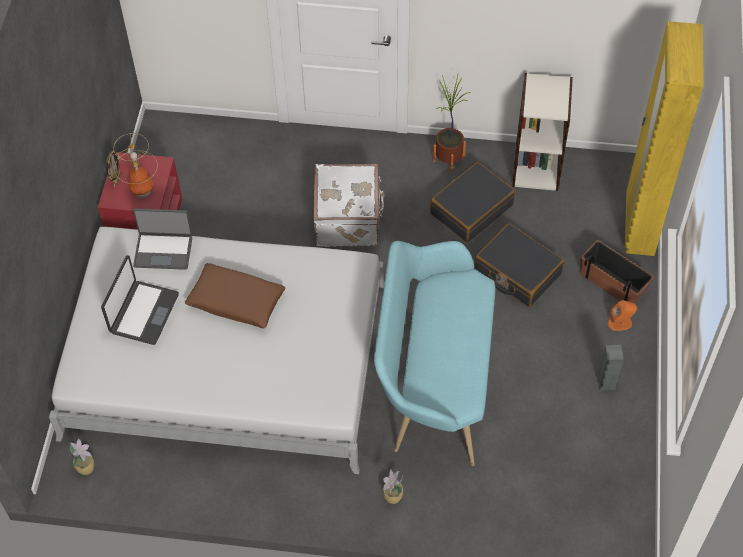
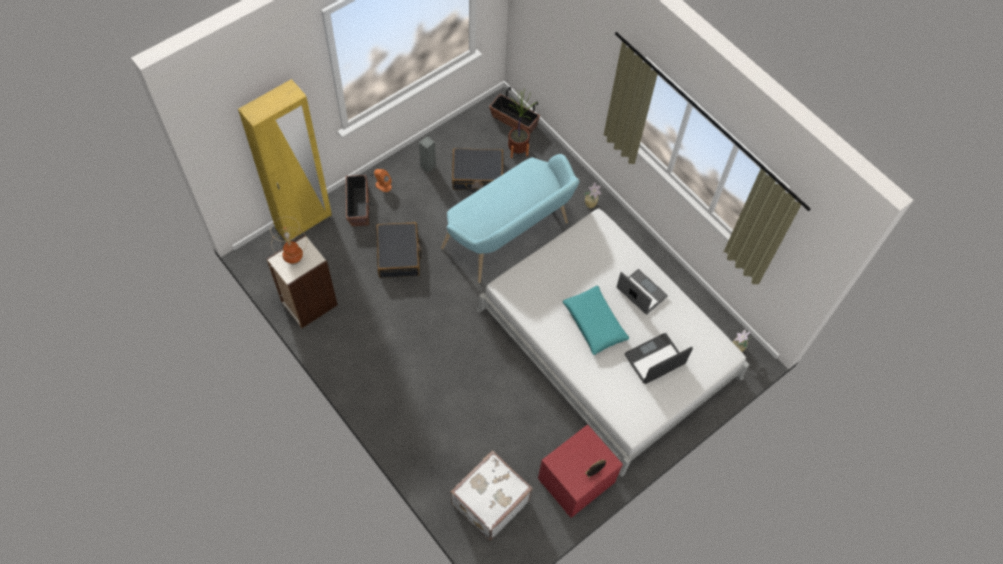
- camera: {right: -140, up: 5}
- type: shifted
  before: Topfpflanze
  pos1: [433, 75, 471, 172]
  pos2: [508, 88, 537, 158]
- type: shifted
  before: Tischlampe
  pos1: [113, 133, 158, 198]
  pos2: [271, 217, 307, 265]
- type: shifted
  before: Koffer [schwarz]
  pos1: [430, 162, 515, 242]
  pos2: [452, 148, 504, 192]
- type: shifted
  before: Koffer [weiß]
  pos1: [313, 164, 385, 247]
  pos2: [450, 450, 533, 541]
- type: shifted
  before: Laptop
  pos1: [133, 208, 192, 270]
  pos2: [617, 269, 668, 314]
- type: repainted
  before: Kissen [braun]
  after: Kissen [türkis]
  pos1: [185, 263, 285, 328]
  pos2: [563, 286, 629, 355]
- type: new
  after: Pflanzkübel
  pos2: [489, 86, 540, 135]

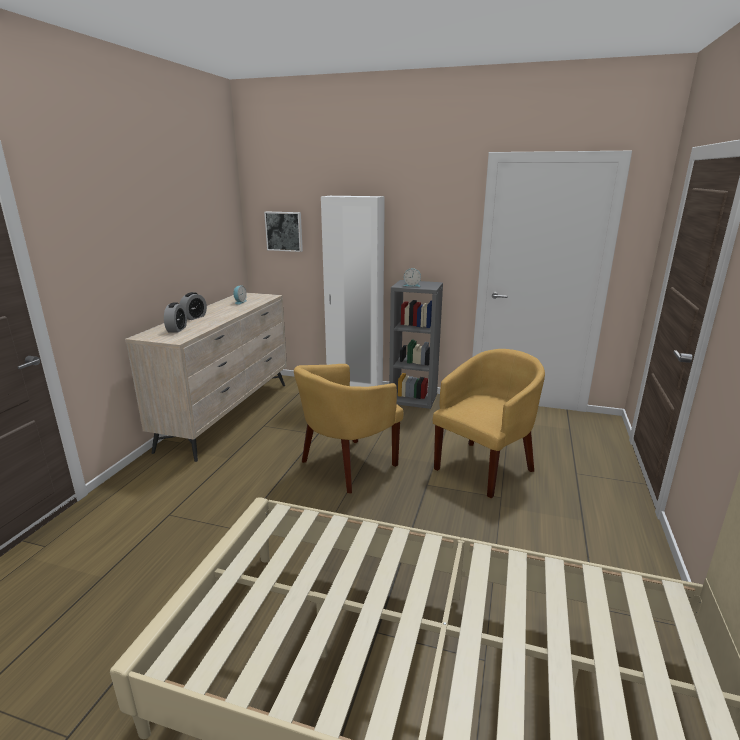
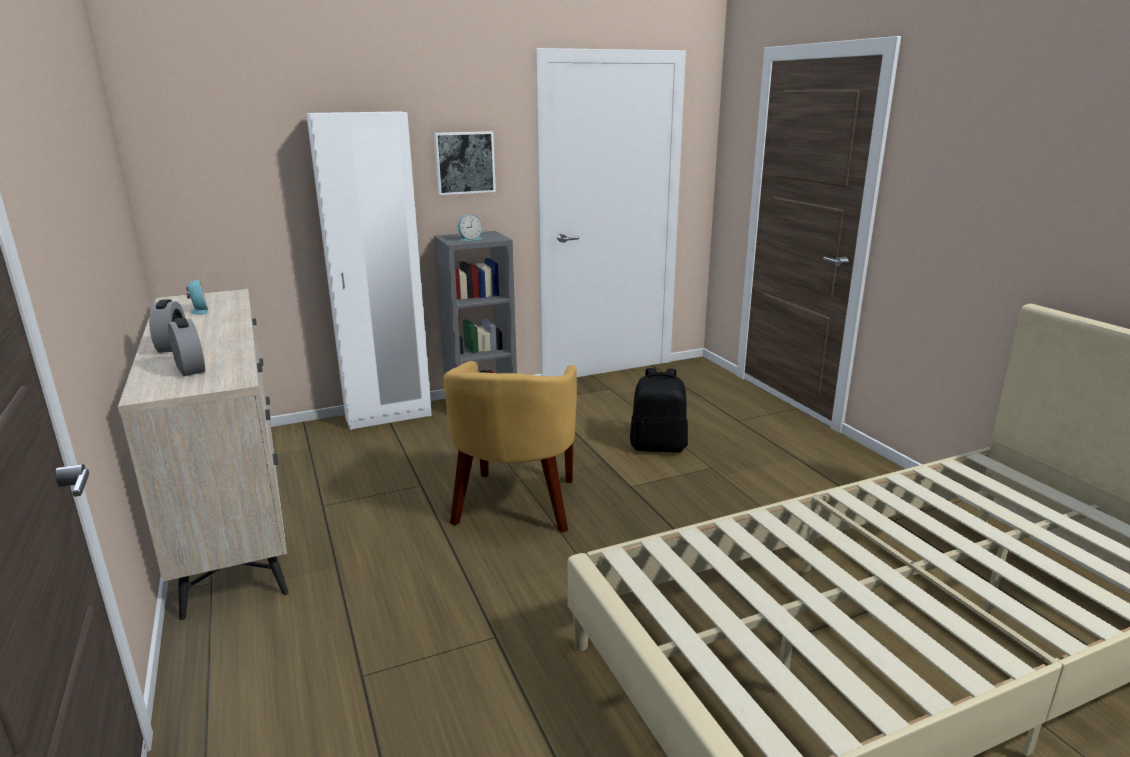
- camera: {right: -40, up: 0}
- type: shifted
  before: Bild
  pos1: [264, 212, 303, 252]
  pos2: [434, 131, 496, 195]
- type: swapped
  before: Sessel [gelb]
  after: Rucksack [schwarz]
  pos1: [433, 349, 545, 498]
  pos2: [630, 368, 688, 453]

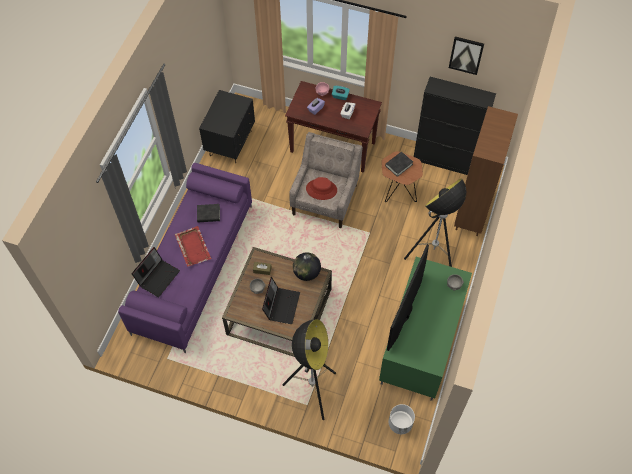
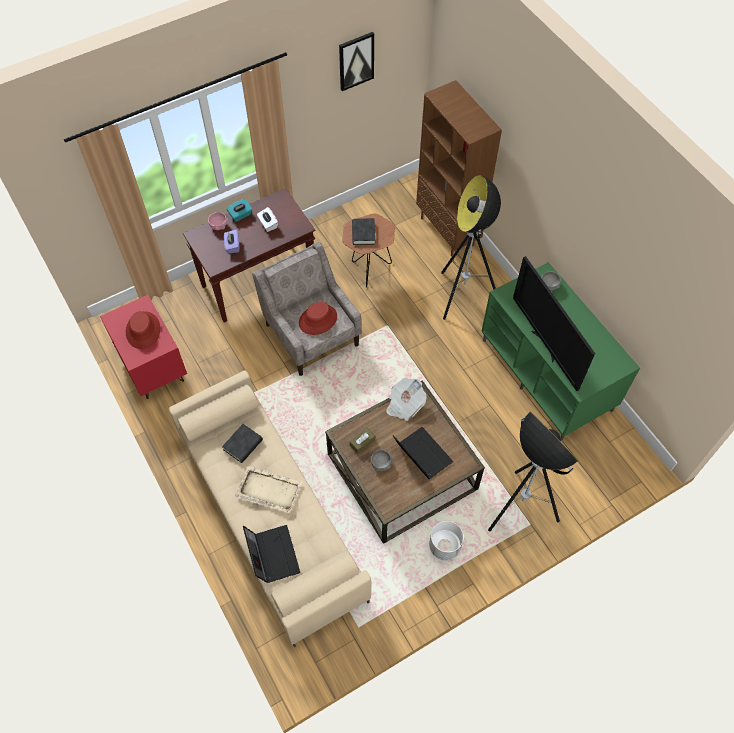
- camera: {right: -50, up: 0}
- type: gone
  before: Schrank [schwarz]
  pos1: [414, 77, 496, 175]
- type: repainted
  before: Nachttisch [schwarz]
  after: Nachttisch [rot]
  pos1: [199, 90, 255, 163]
  pos2: [100, 295, 187, 399]
- type: repainted
  before: Sofa [lila]
  after: Sofa [beige]
  pos1: [118, 163, 252, 353]
  pos2: [169, 370, 371, 647]
- type: repainted
  before: Tablett [rot]
  after: Tablett [beige]
  pos1: [175, 226, 212, 267]
  pos2: [235, 466, 303, 514]
- type: swapped
  before: Globus
  after: Zeitung
  pos1: [293, 252, 321, 281]
  pos2: [386, 378, 427, 421]
- type: shifted
  before: Pflanzkübel [weiß]
  pos1: [389, 404, 415, 434]
  pos2: [429, 521, 464, 560]
- type: new
  after: Hut [rot]
  pos2: [126, 311, 161, 349]

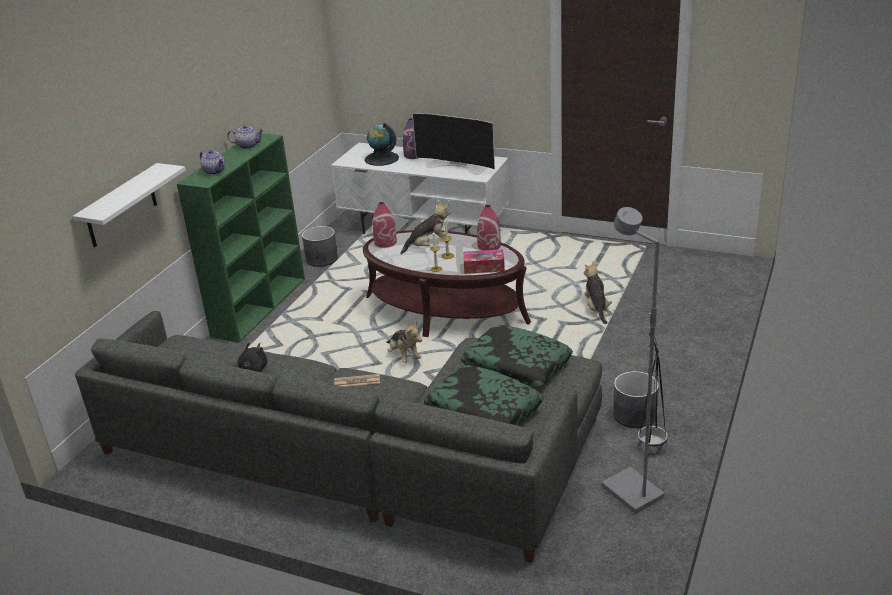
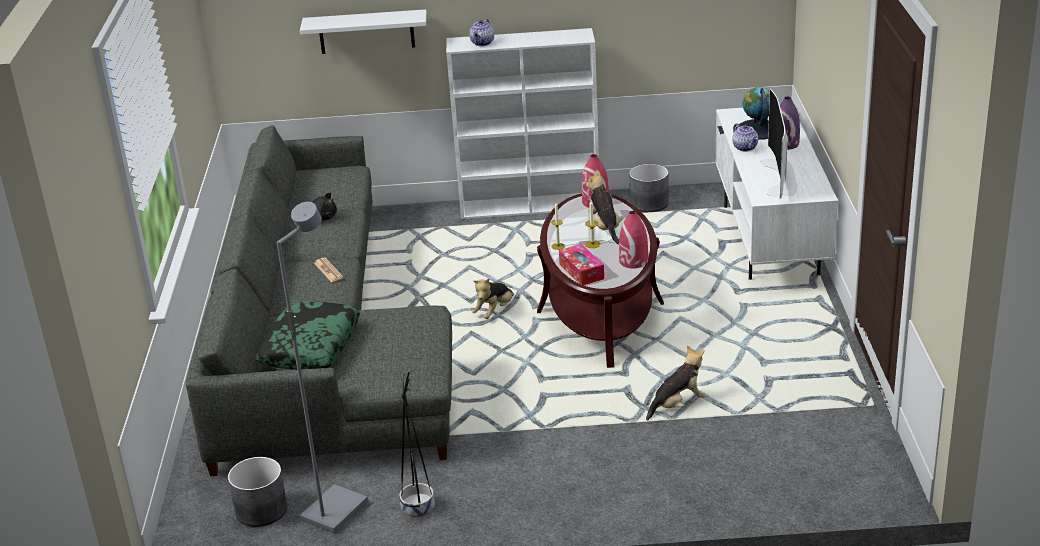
- camera: {right: 65, up: 0}
- type: shifted
  before: Teekanne
  pos1: [227, 125, 264, 149]
  pos2: [732, 123, 758, 152]
- type: repainted
  before: Bücherregal [grün]
  after: Bücherregal [weiß]
  pos1: [177, 133, 305, 343]
  pos2: [446, 28, 599, 219]
- type: rotated
  before: Plüschtier
  pos1: [400, 201, 450, 254]
  pos2: [586, 170, 624, 244]
  turn: -150
- type: gone
  before: Kissen
  pos1: [461, 325, 573, 389]
- type: shifted
  before: Pflanzkübel [grau]
  pos1: [613, 371, 659, 428]
  pos2: [228, 457, 287, 527]

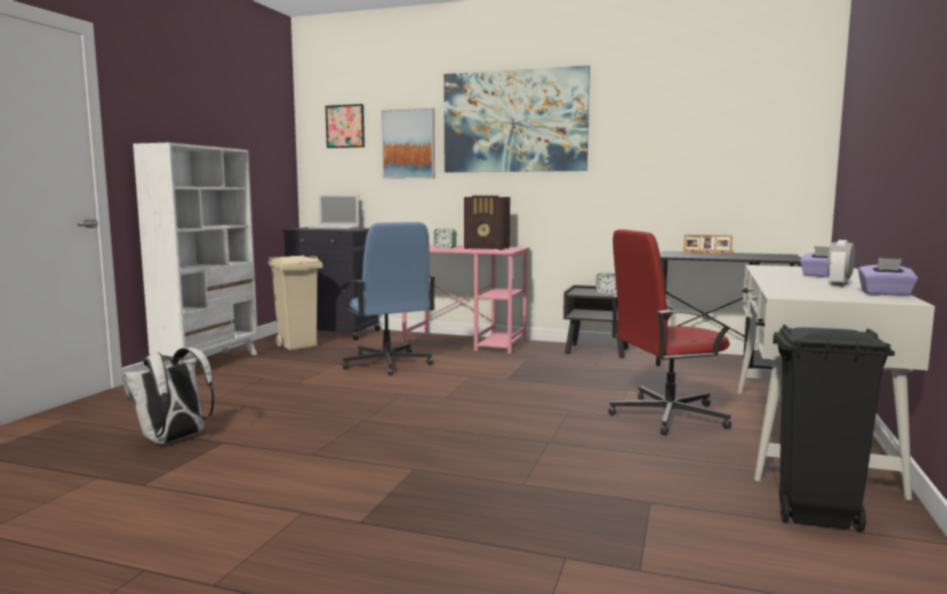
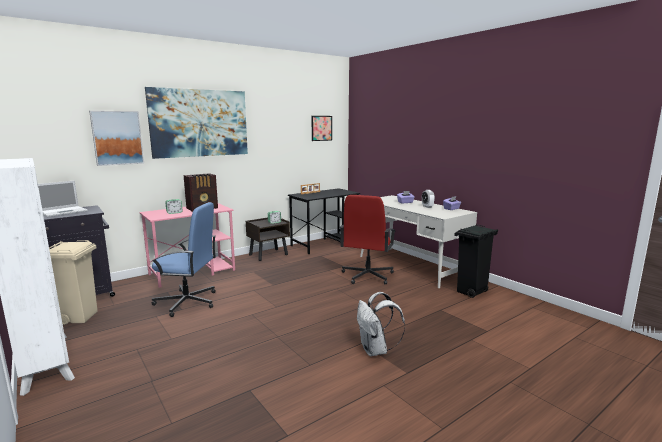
- camera: {right: -55, up: 5}
- type: shifted
  before: Bild
  pos1: [325, 104, 365, 148]
  pos2: [312, 116, 332, 141]
- type: shifted
  before: Rucksack [weiß]
  pos1: [122, 348, 214, 444]
  pos2: [357, 292, 405, 356]

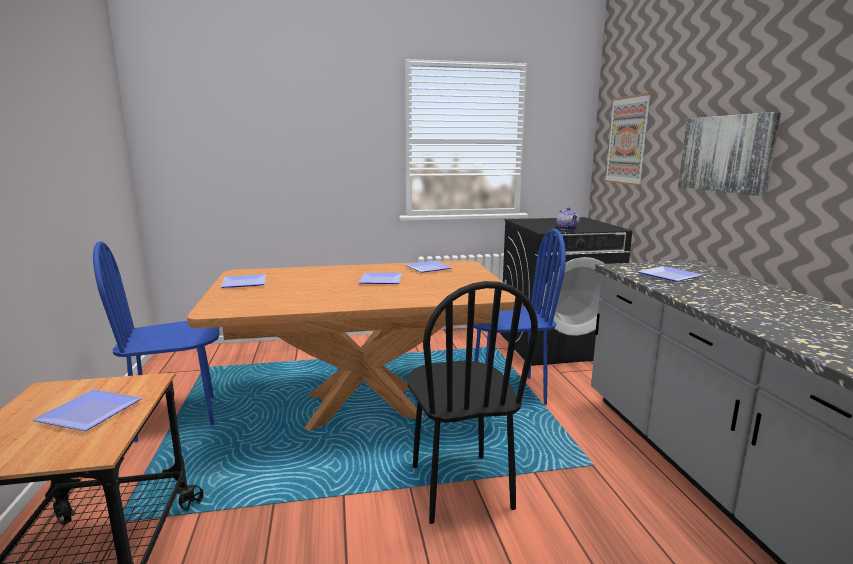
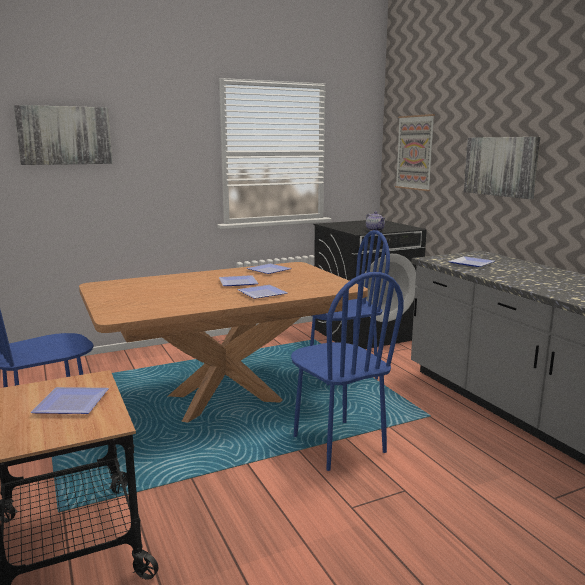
- camera: {right: -15, up: 0}
- type: shifted
  before: Teller
  pos1: [221, 274, 266, 288]
  pos2: [237, 285, 288, 299]
- type: repainted
  before: Stuhl [schwarz]
  after: Stuhl [blau]
  pos1: [407, 281, 538, 524]
  pos2: [291, 272, 404, 471]
- type: new
  after: Bild
  pos2: [13, 105, 112, 165]

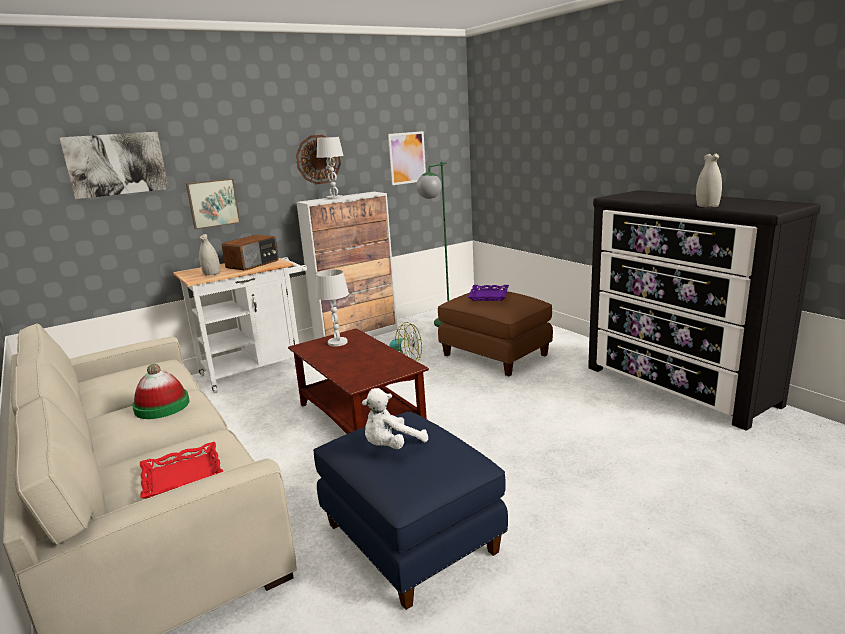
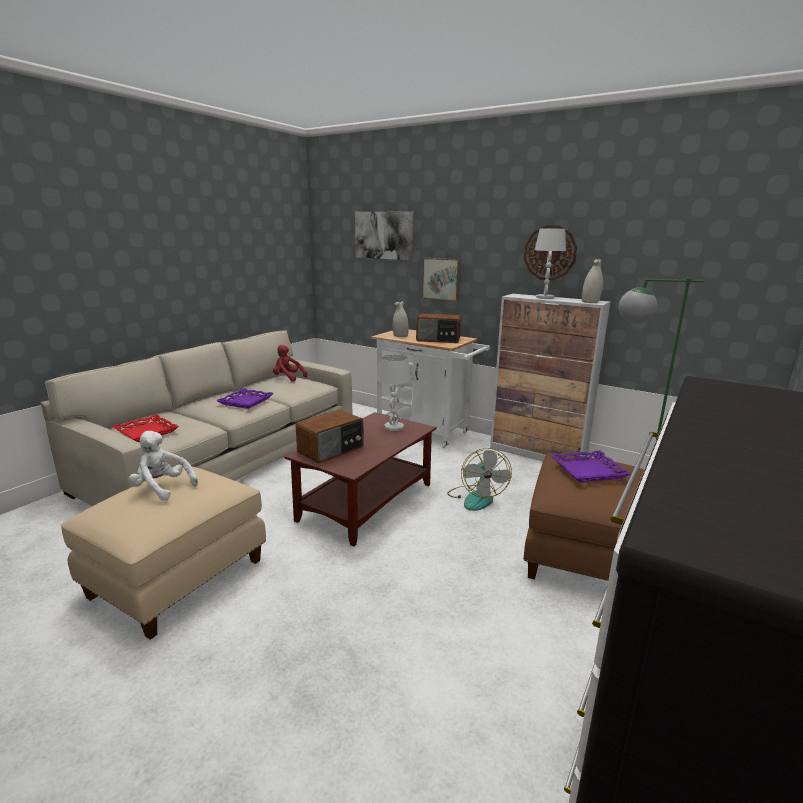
- camera: {right: 65, up: 0}
- type: gone
  before: Bild
  pos1: [388, 131, 426, 185]
- type: shifted
  before: Vase [weiß]
  pos1: [696, 154, 722, 207]
  pos2: [582, 259, 603, 303]
- type: swapped
  before: Hut
  after: Tablett [lila]
  pos1: [132, 364, 190, 419]
  pos2: [216, 388, 274, 409]
- type: repainted
  before: Polsterhocker [blau]
  after: Polsterhocker [beige]
  pos1: [313, 412, 508, 610]
  pos2: [61, 467, 266, 640]
- type: new
  after: Plüschtier [rot]
  pos2: [273, 345, 307, 382]
- type: new
  after: Radio
  pos2: [295, 410, 364, 463]

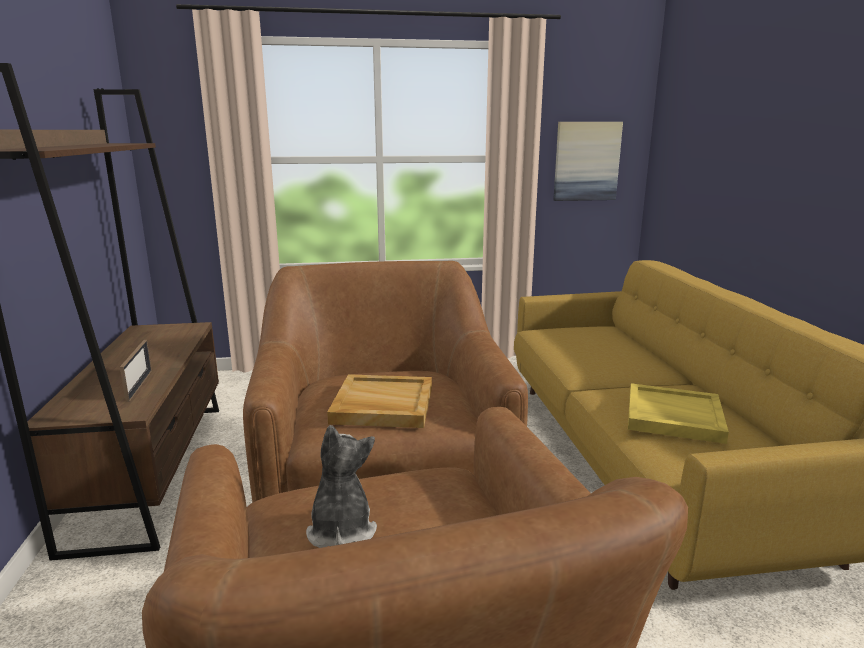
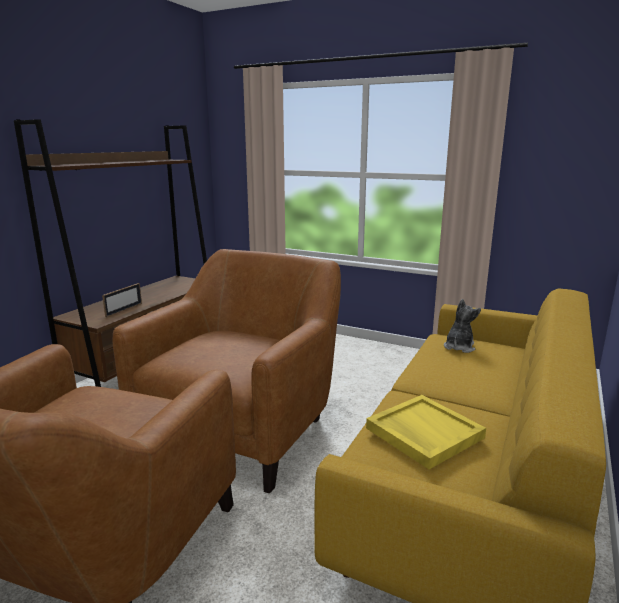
- camera: {right: 35, up: 0}
- type: gone
  before: Bild
  pos1: [553, 122, 623, 201]
- type: gone
  before: Tablett [beige]
  pos1: [327, 374, 432, 428]
- type: shifted
  before: Plüschtier
  pos1: [306, 425, 377, 548]
  pos2: [444, 299, 481, 353]

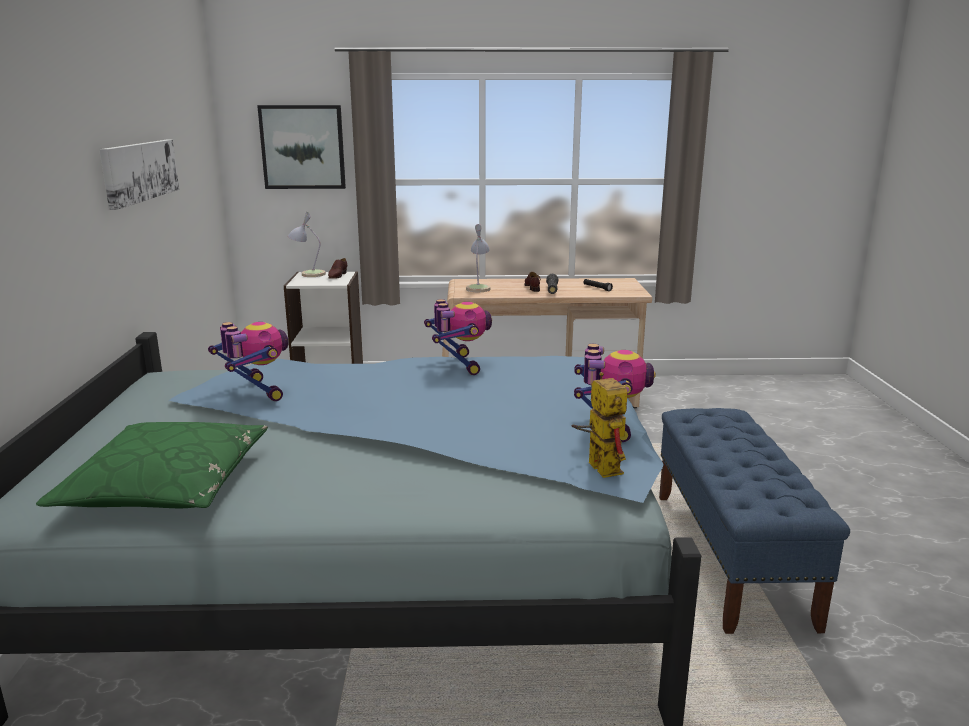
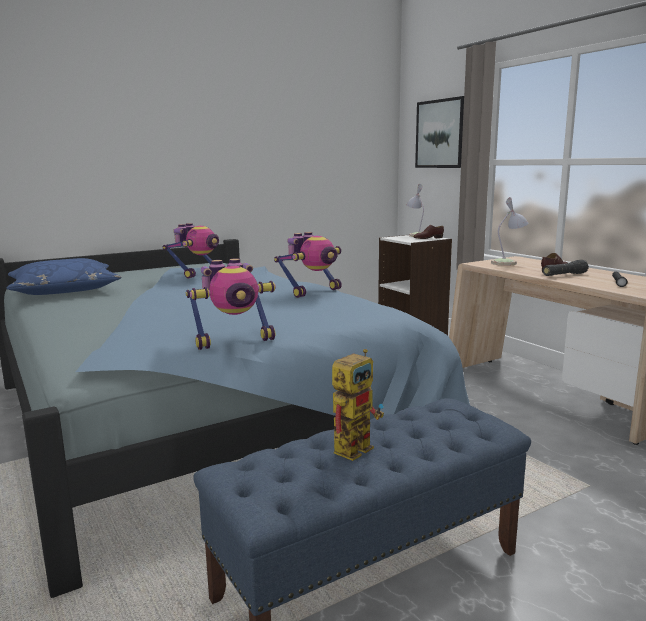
- camera: {right: 60, up: -5}
- type: gone
  before: Bild
  pos1: [99, 140, 179, 210]
- type: shifted
  before: Spielzeugroboter
  pos1: [572, 372, 627, 478]
  pos2: [332, 349, 384, 461]
- type: repainted
  before: Kissen [grün]
  after: Kissen [blau]
  pos1: [36, 422, 268, 508]
  pos2: [7, 258, 122, 295]

